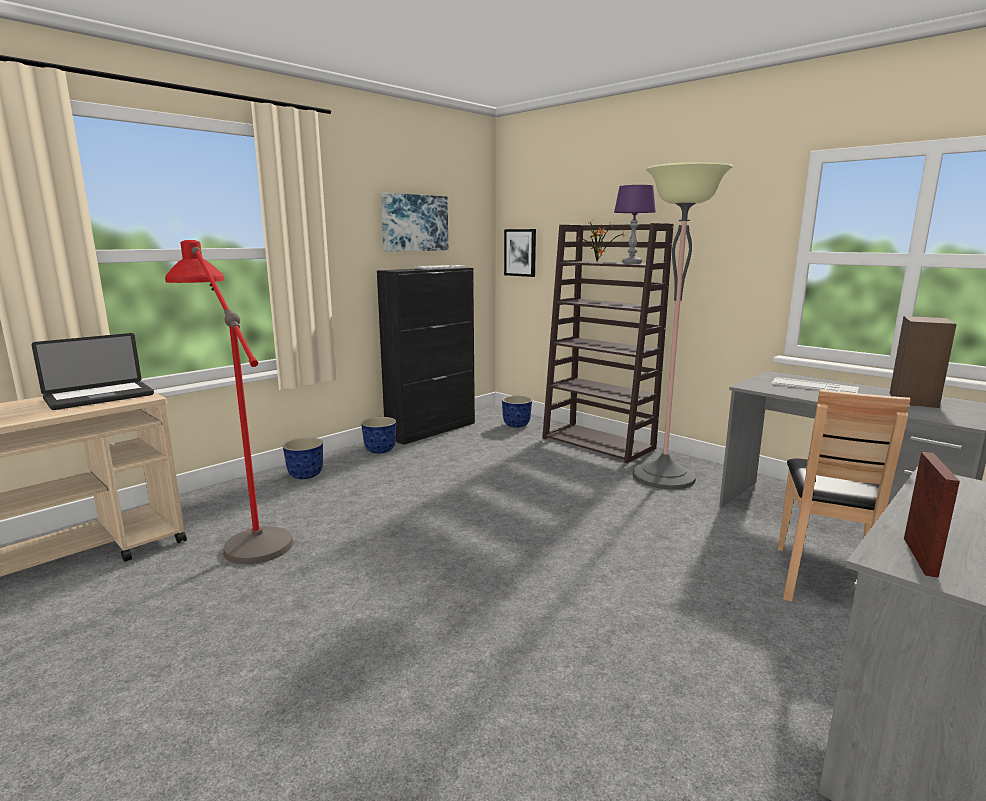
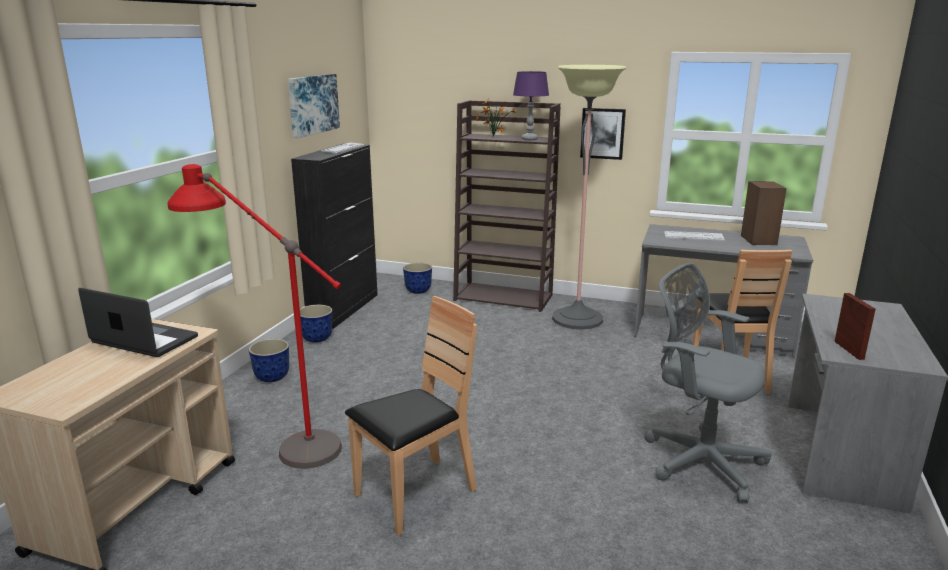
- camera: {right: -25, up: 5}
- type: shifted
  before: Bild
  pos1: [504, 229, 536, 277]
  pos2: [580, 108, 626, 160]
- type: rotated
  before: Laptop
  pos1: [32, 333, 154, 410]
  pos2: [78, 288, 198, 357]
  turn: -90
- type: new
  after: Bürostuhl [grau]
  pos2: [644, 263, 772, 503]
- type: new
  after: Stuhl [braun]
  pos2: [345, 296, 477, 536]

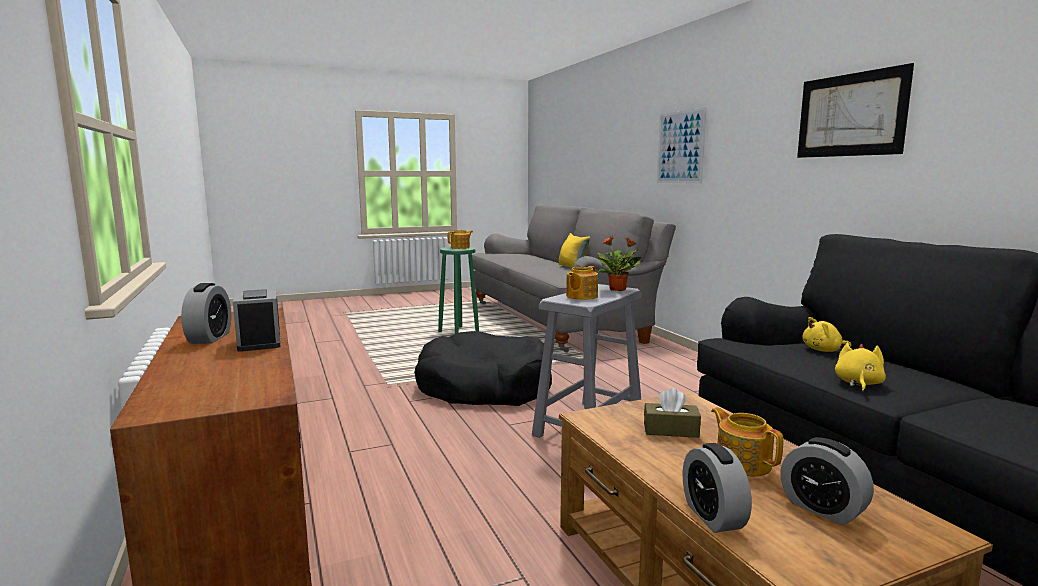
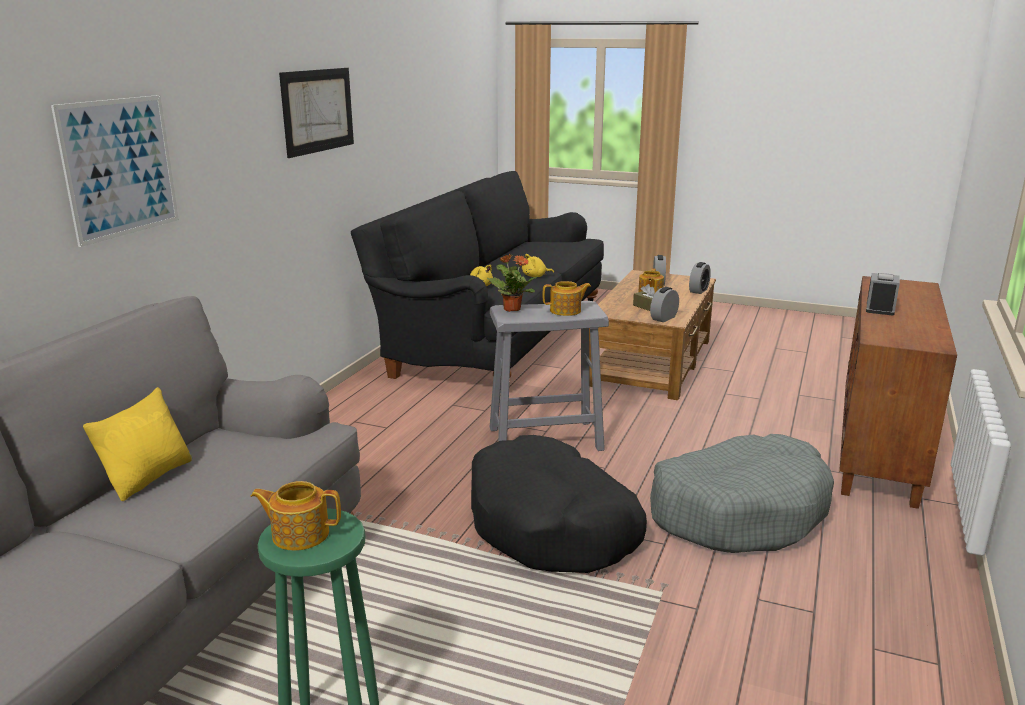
- camera: {right: -135, up: 10}
- type: shifted
  before: Wecker
  pos1: [181, 283, 231, 344]
  pos2: [650, 287, 679, 322]
- type: new
  after: Hundebett [grau]
  pos2: [650, 434, 834, 553]

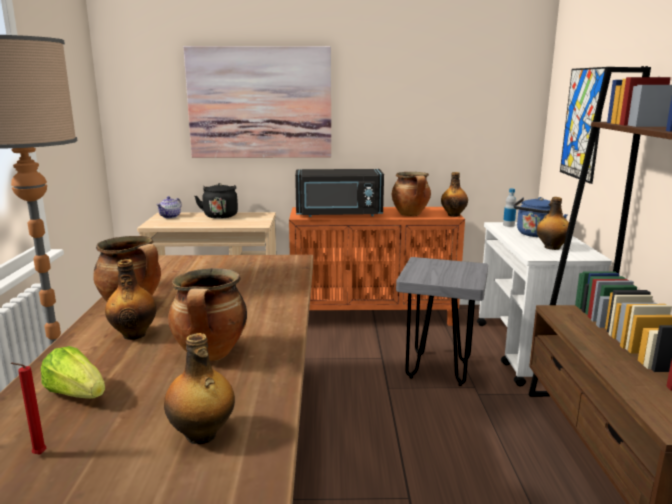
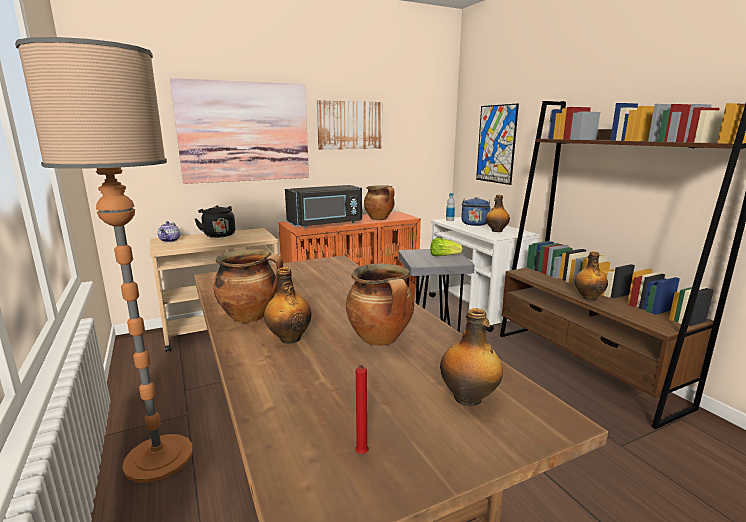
- camera: {right: -25, up: 0}
- type: shifted
  before: Flasche
  pos1: [441, 172, 468, 217]
  pos2: [574, 251, 608, 301]
- type: shifted
  before: Salatkopf
  pos1: [40, 346, 105, 399]
  pos2: [431, 238, 463, 256]
- type: new
  after: Bild
  pos2: [317, 100, 383, 150]

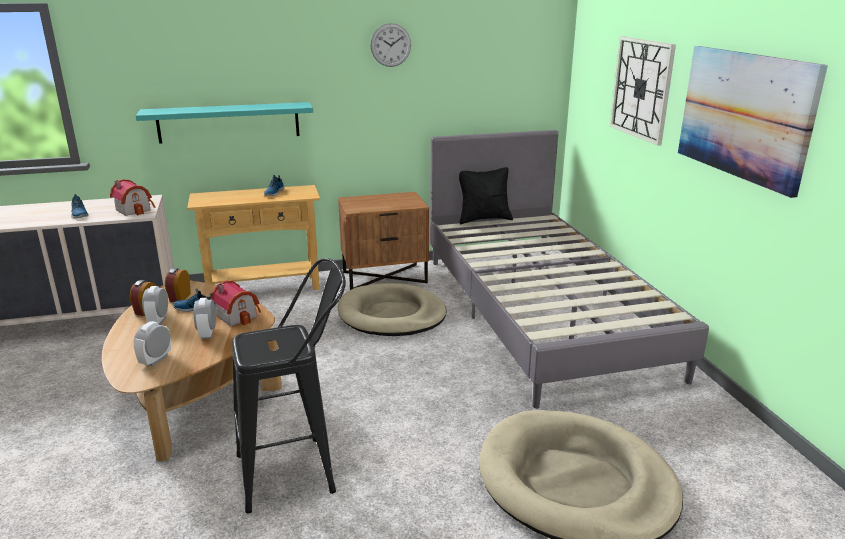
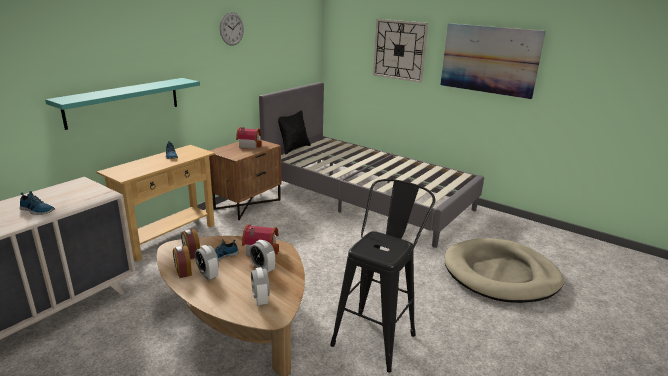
- camera: {right: -40, up: 0}
- type: shifted
  before: Spielzeughaus
  pos1: [110, 179, 155, 216]
  pos2: [236, 127, 262, 149]
- type: gone
  before: Hundebett [beige]
  pos1: [338, 283, 447, 336]

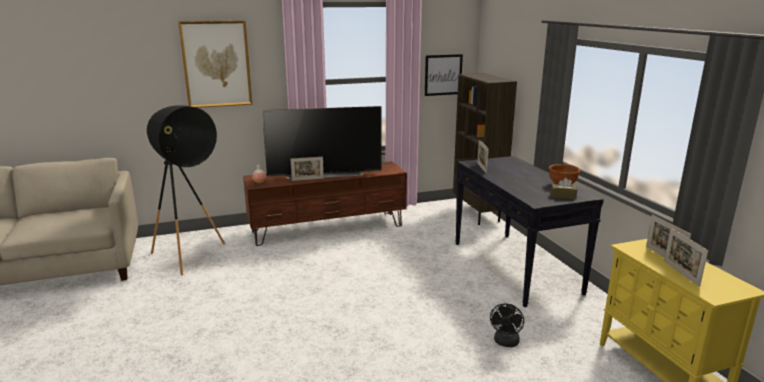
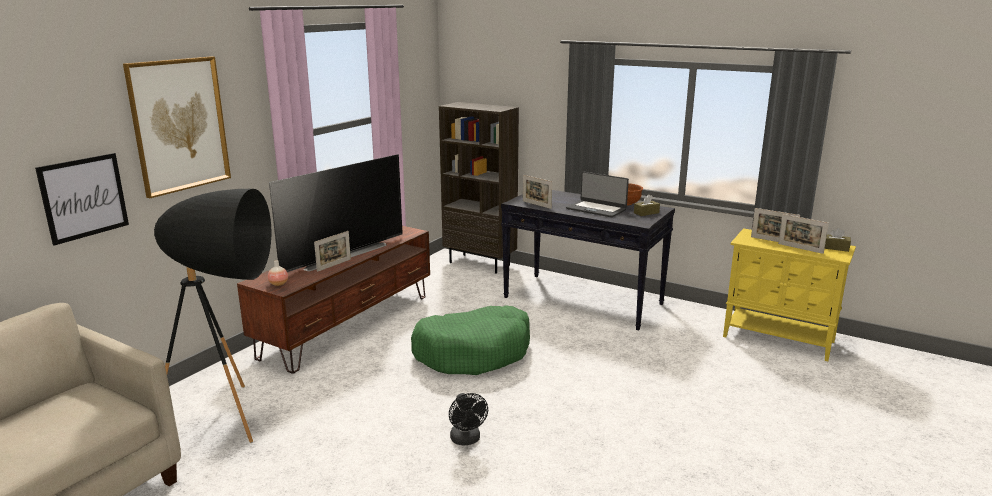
- camera: {right: -40, up: 0}
- type: shifted
  before: Bild
  pos1: [425, 54, 463, 96]
  pos2: [35, 153, 129, 245]
- type: shifted
  before: Ventilator [schwarz]
  pos1: [490, 304, 524, 347]
  pos2: [449, 393, 488, 446]
- type: new
  after: Laptop
  pos2: [566, 171, 629, 217]
- type: new
  after: Taschentuchbox [braun]
  pos2: [825, 228, 851, 252]
- type: new
  after: Hundebett [grün]
  pos2: [411, 305, 530, 375]

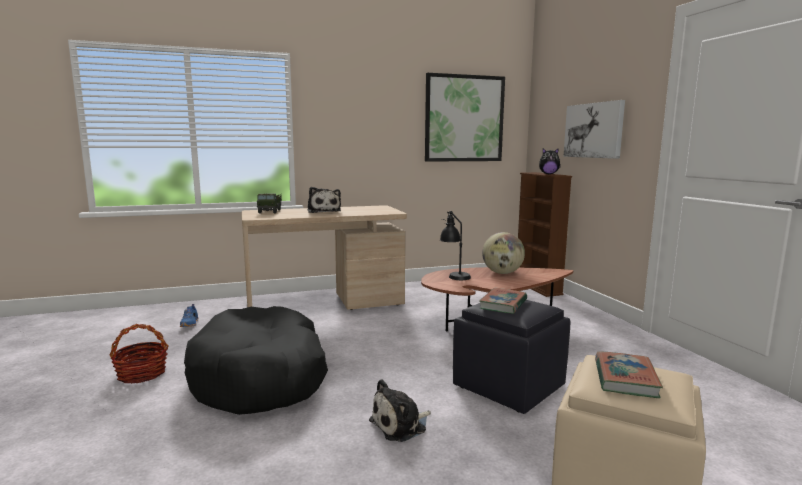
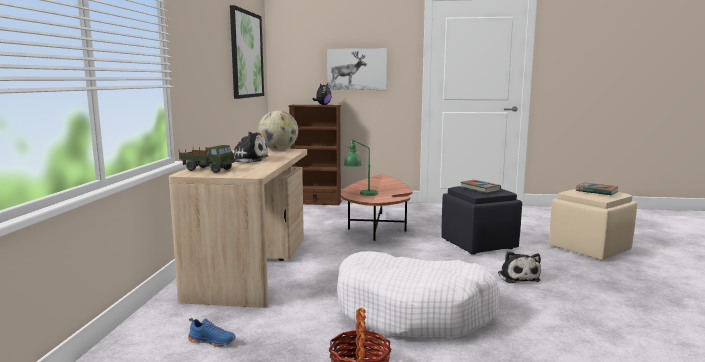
- camera: {right: -65, up: 0}
- type: repainted
  before: Tischlampe [schwarz]
  after: Tischlampe [grün]
  pos1: [440, 211, 471, 280]
  pos2: [344, 139, 378, 196]
- type: shifted
  before: Globus
  pos1: [482, 232, 525, 274]
  pos2: [258, 110, 298, 150]
- type: repainted
  before: Hundebett [schwarz]
  after: Hundebett [weiß]
  pos1: [184, 306, 328, 415]
  pos2: [337, 251, 500, 337]

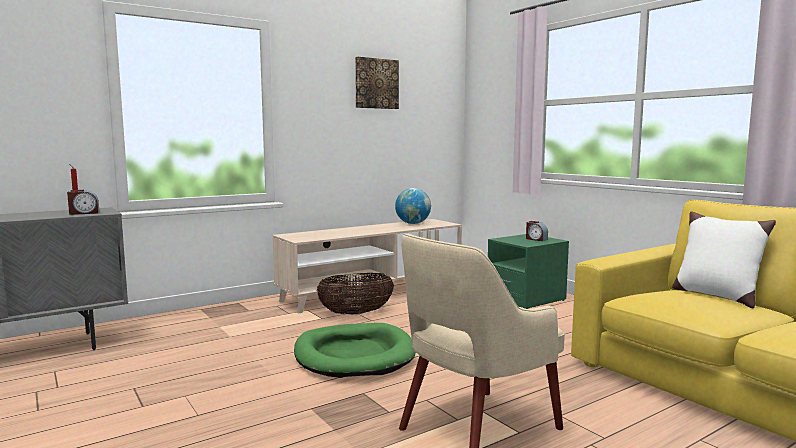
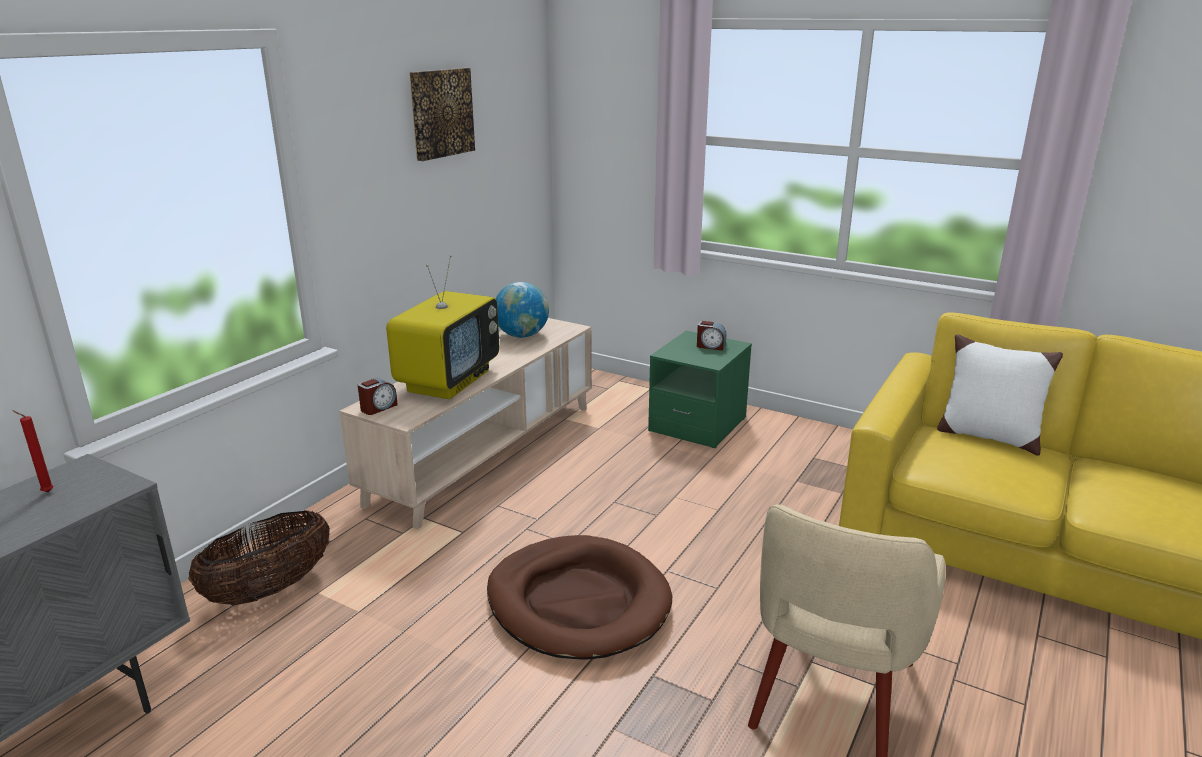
- camera: {right: -25, up: 15}
- type: shifted
  before: Wecker
  pos1: [67, 190, 100, 215]
  pos2: [358, 378, 398, 415]
- type: shifted
  before: Korb
  pos1: [317, 273, 394, 314]
  pos2: [188, 510, 330, 605]
- type: repainted
  before: Hundebett [grün]
  after: Hundebett [braun]
  pos1: [294, 323, 416, 378]
  pos2: [487, 535, 672, 660]
- type: new
  after: Fernseher
  pos2: [386, 255, 499, 399]

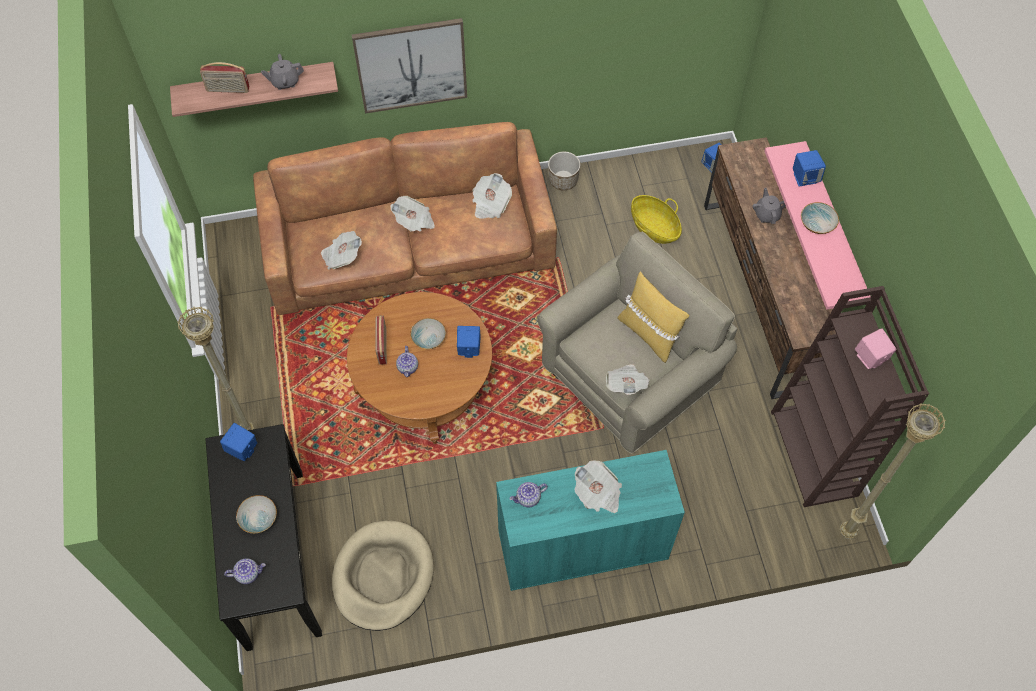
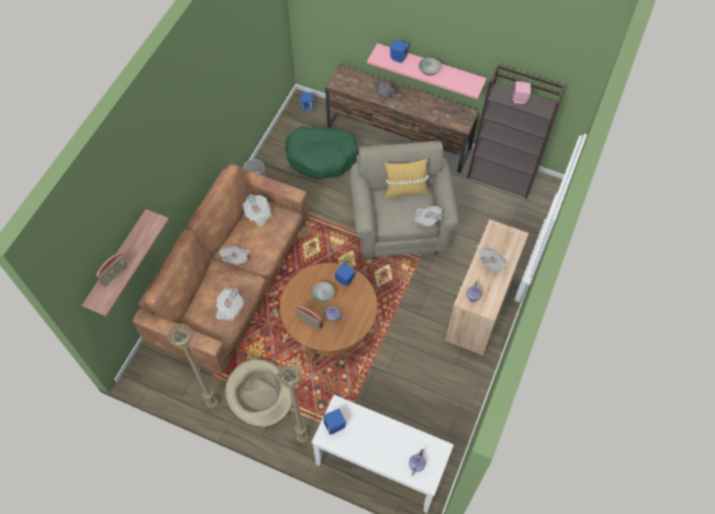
- camera: {right: -55, up: 0}
- type: gone
  before: Bild
  pos1: [352, 18, 467, 114]
- type: gone
  before: Teekanne [grau]
  pos1: [261, 54, 304, 90]
- type: swapped
  before: Korb
  after: Hundebett [grün]
  pos1: [631, 195, 682, 244]
  pos2: [285, 126, 359, 179]
- type: shifted
  before: Stehlampe [beige]
  pos1: [840, 404, 946, 539]
  pos2: [167, 323, 218, 409]
- type: repainted
  before: Konsolentisch [schwarz]
  after: Konsolentisch [weiß]
  pos1: [206, 424, 322, 651]
  pos2: [312, 395, 454, 513]
- type: repainted
  before: Schrank [türkis]
  after: Schrank [beige]
  pos1: [496, 450, 685, 591]
  pos2: [445, 219, 529, 355]
- type: gone
  before: Schüssel
  pos1: [236, 495, 277, 533]
- type: shifted
  before: Hundebett [beige]
  pos1: [332, 521, 434, 631]
  pos2: [225, 359, 293, 427]

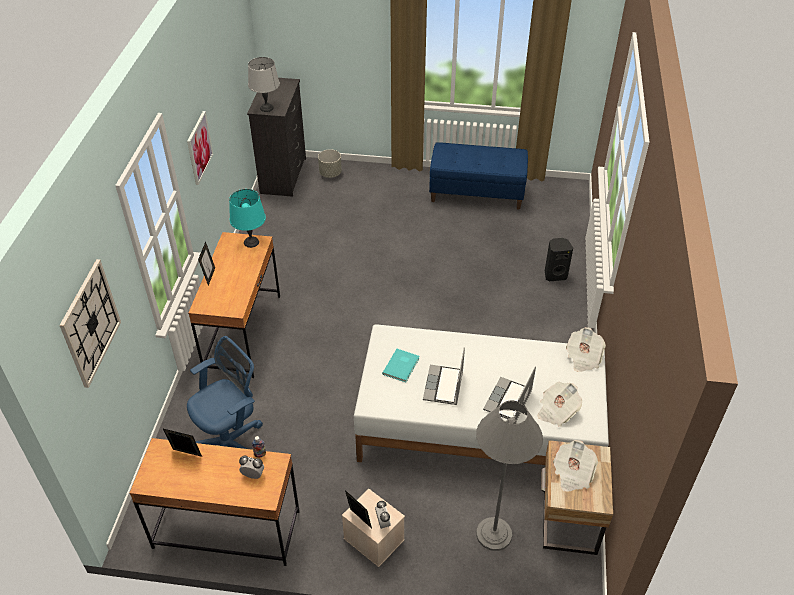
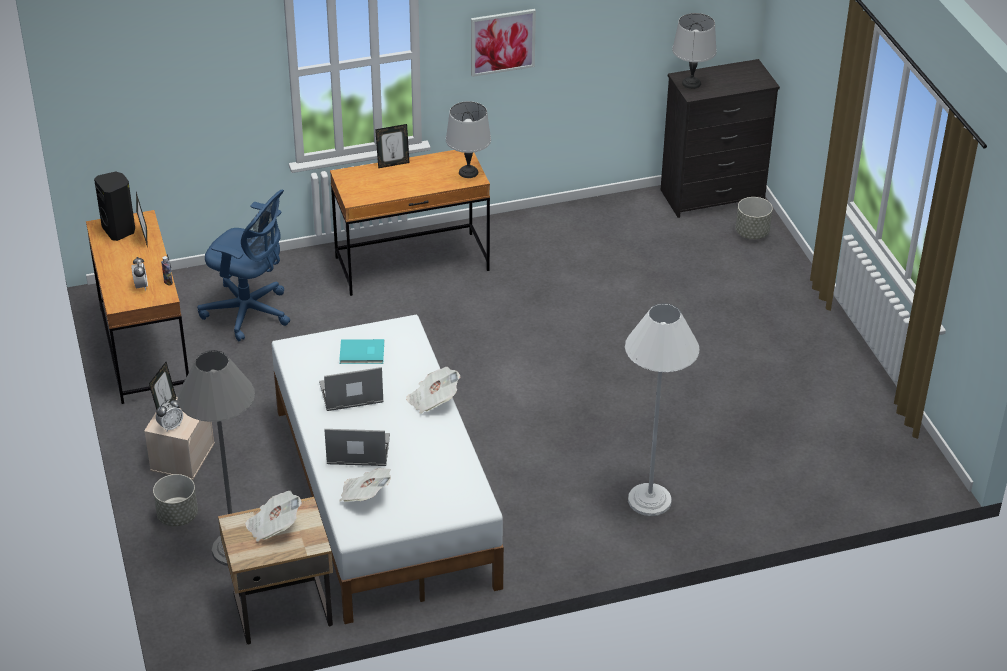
- camera: {right: 65, up: -5}
- type: gone
  before: Bank [blau]
  pos1: [429, 142, 528, 209]
- type: repainted
  before: Tischlampe [türkis]
  after: Tischlampe [grau]
  pos1: [229, 189, 266, 248]
  pos2: [446, 101, 491, 178]
- type: shifted
  before: Lautsprecher [schwarz]
  pos1: [545, 238, 573, 281]
  pos2: [94, 171, 135, 241]
- type: gone
  before: Wanduhr
  pos1: [59, 259, 121, 388]
- type: shifted
  before: Zeitung
  pos1: [566, 327, 606, 372]
  pos2: [406, 367, 460, 414]
- type: new
  after: Stehlampe [weiß]
  pos2: [625, 303, 700, 516]
- type: new
  after: Pflanzkübel [grau]
  pos2: [153, 474, 198, 526]

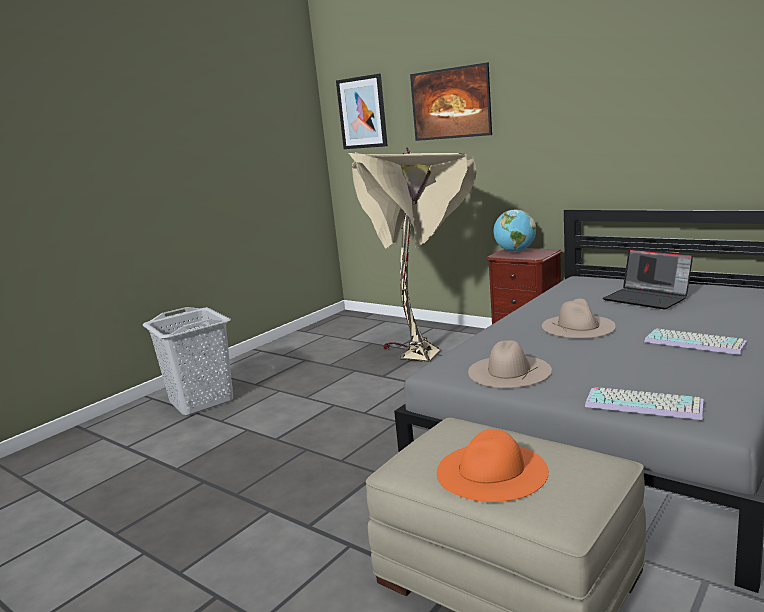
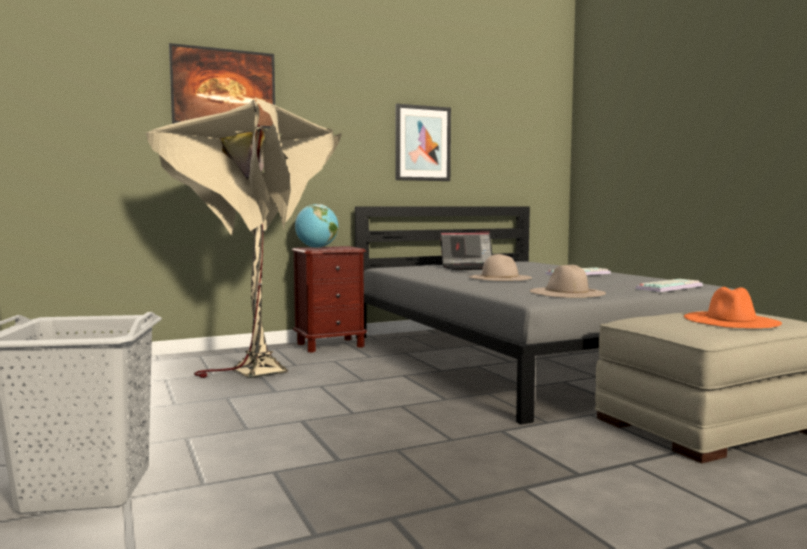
- camera: {right: -65, up: -10}
- type: shifted
  before: Bild
  pos1: [336, 74, 388, 149]
  pos2: [395, 104, 451, 181]

